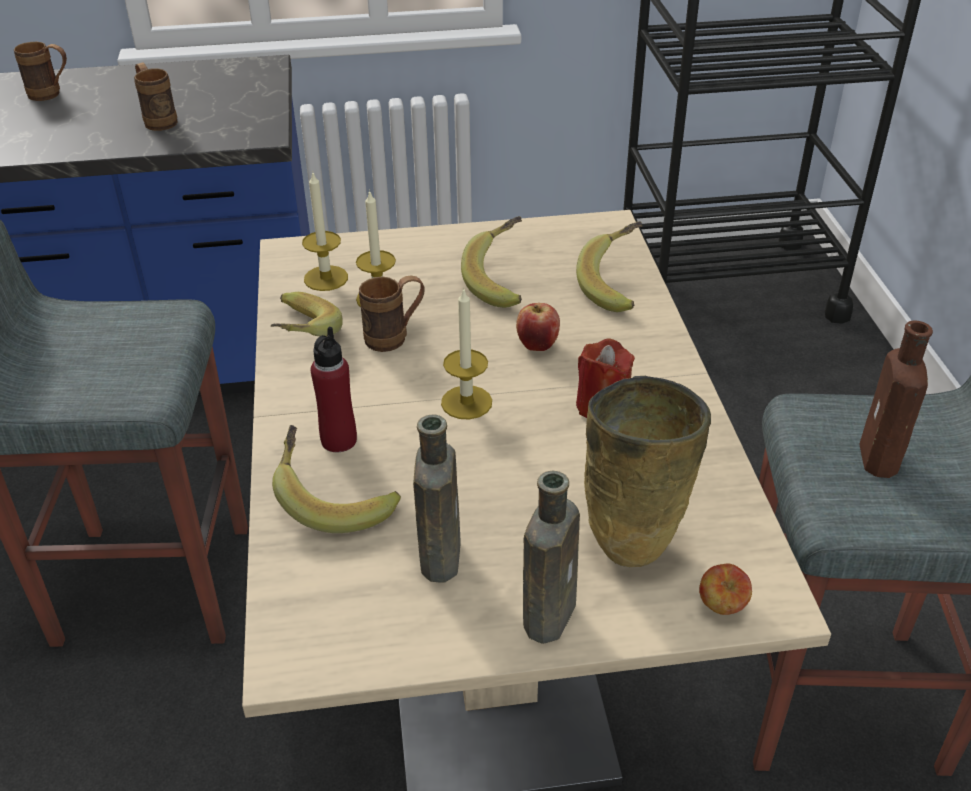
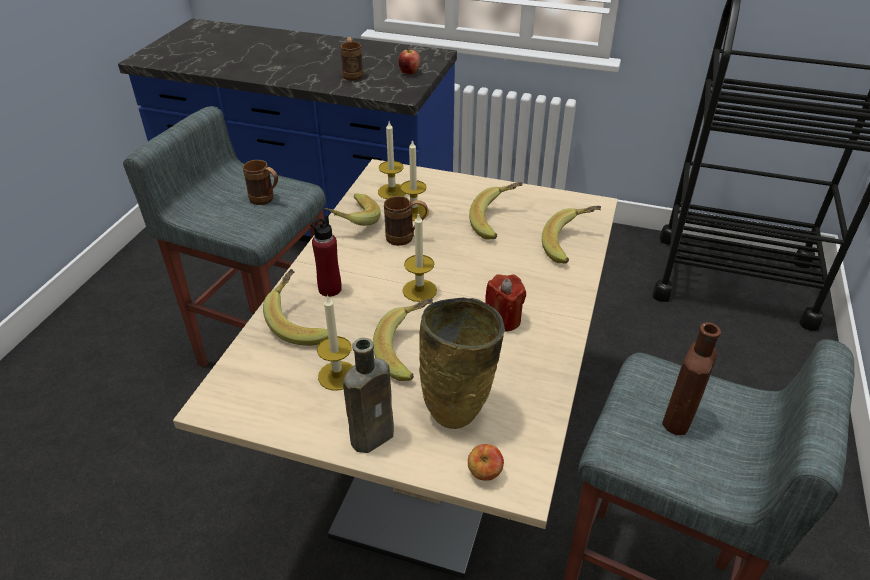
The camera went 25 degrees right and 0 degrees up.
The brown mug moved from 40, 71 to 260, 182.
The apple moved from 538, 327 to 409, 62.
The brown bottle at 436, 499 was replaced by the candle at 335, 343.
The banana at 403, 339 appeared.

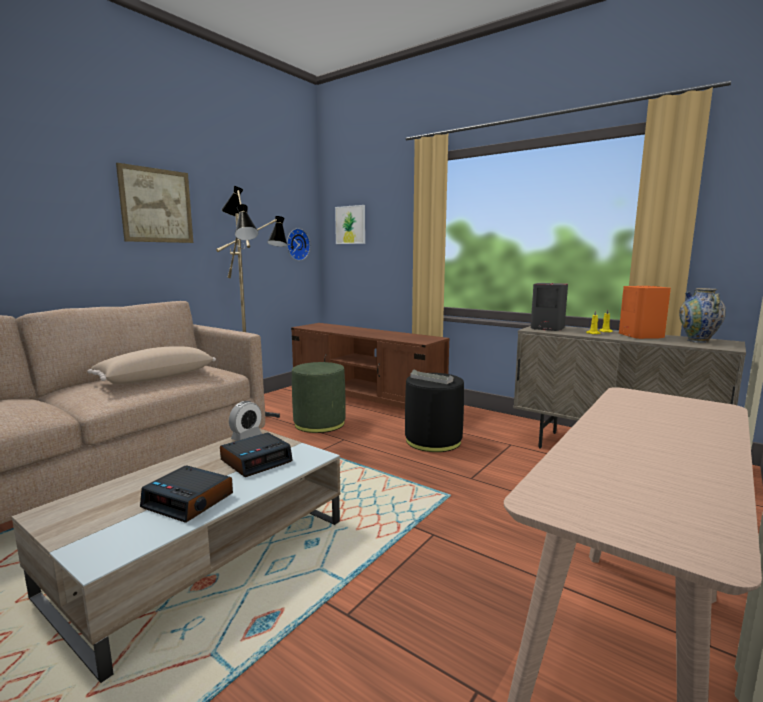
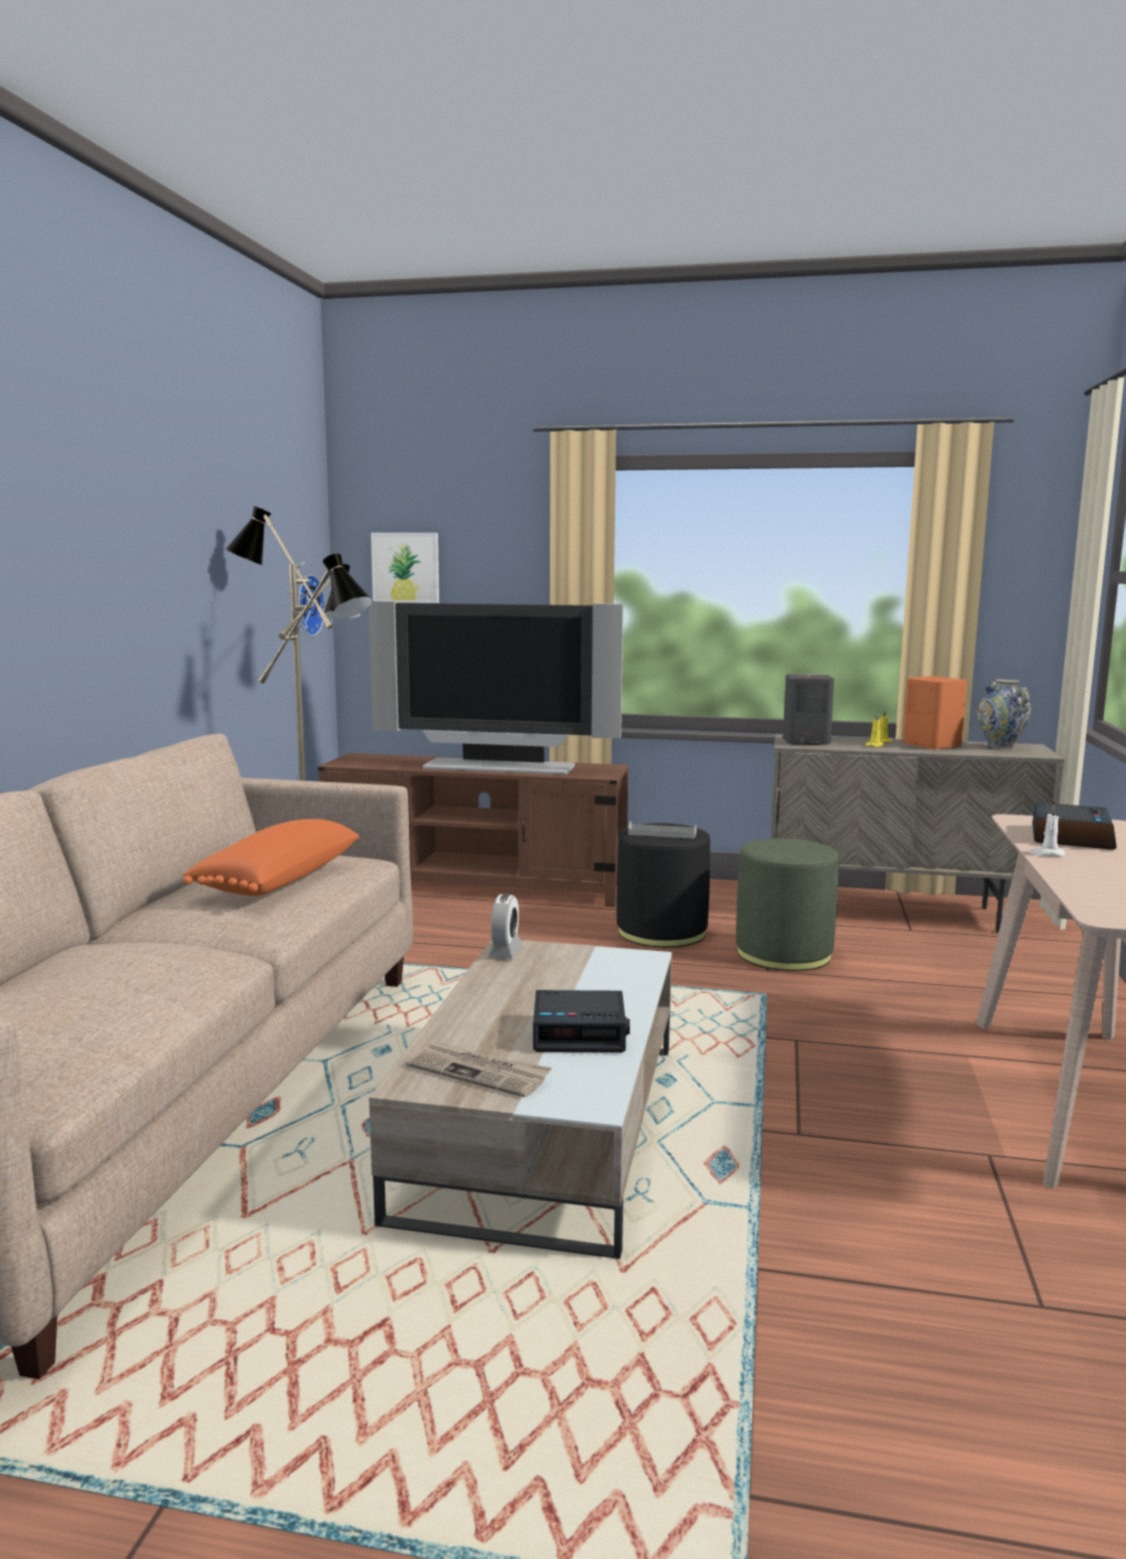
The camera went 25 degrees left and 0 degrees up.
The picture at 154, 203 disappeared.
The beige pillow at 151, 365 became the orange pillow at 270, 857.
The green ottoman moved from 319, 397 to 787, 904.
The alarm clock moved from 256, 454 to 1075, 826.
The television at 496, 688 appeared.
The white candle at 1048, 830 appeared.
The newspaper at 478, 1070 appeared.

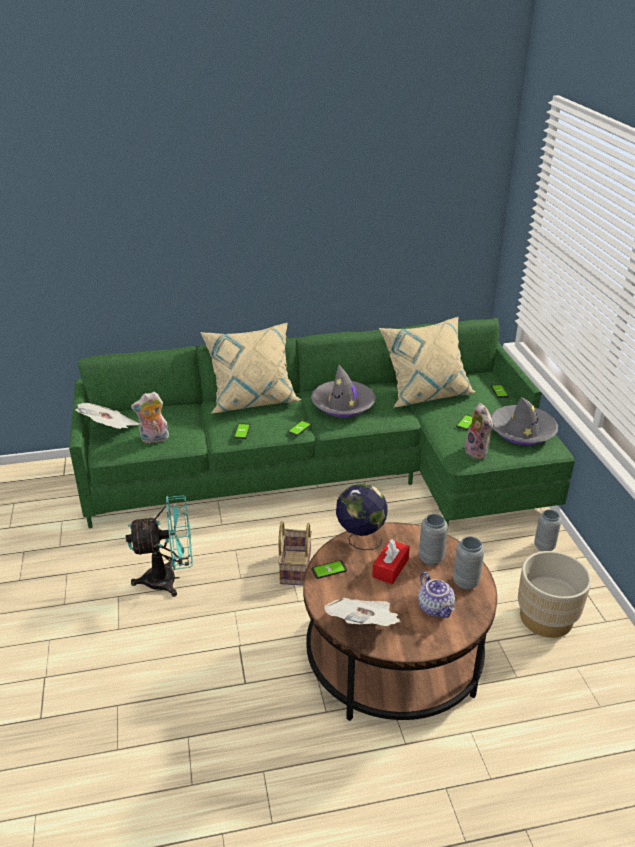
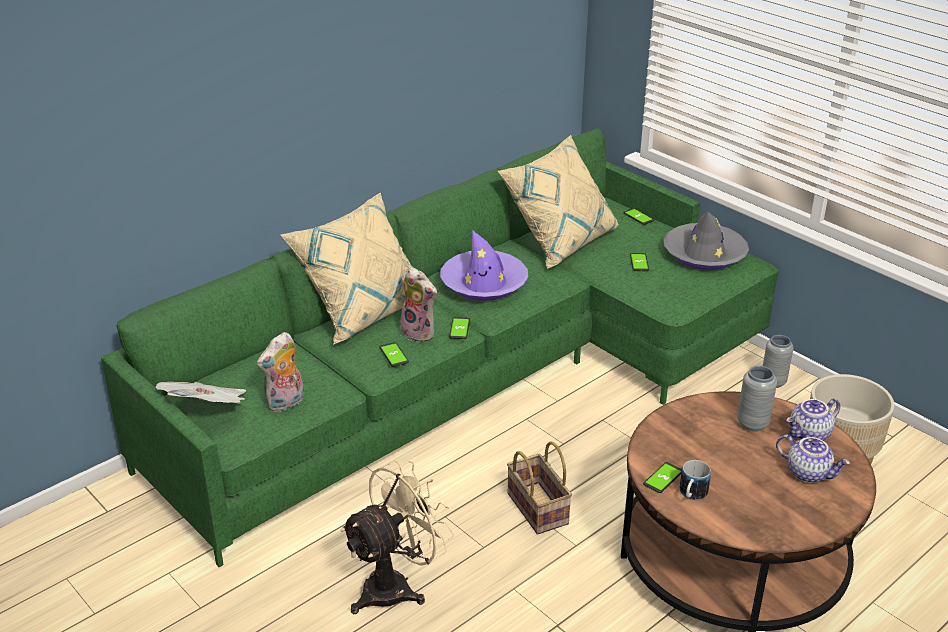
The camera went 30 degrees left and 0 degrees up.
The grey hat at 343, 391 became the purple hat at 484, 265.
The plush toy moved from 479, 431 to 417, 305.
The globe at 362, 516 disappeared.
The turquoise fan at 159, 546 became the beige fan at 397, 537.
The grey vase at 468, 563 was replaced by the teapot at 813, 419.
The red tissue box at 391, 561 disappeared.
The newspaper at 362, 612 disappeared.
The mug at 695, 480 appeared.

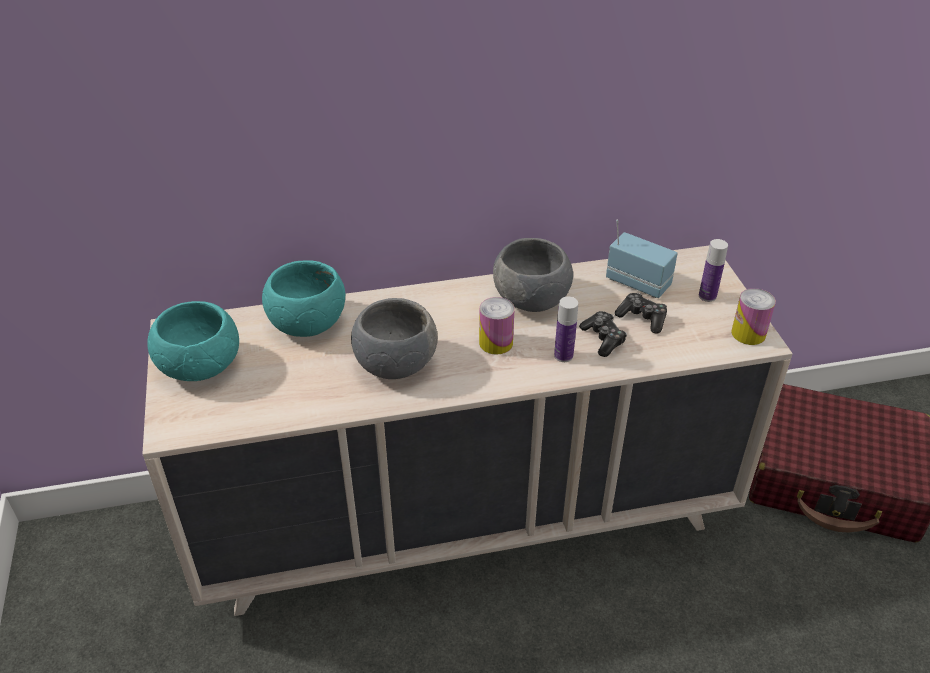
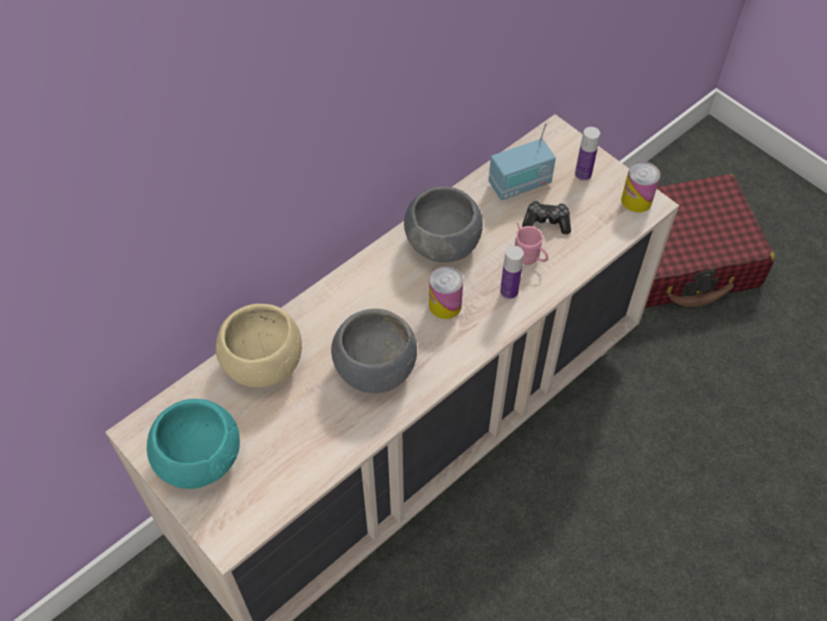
The camera went 30 degrees left and 15 degrees up.
The radio at 642, 259 turned 150 degrees clockwise.
The turquoise bowl at 304, 298 became the beige bowl at 259, 346.
The game controller at 603, 334 was replaced by the pink mug at 531, 244.

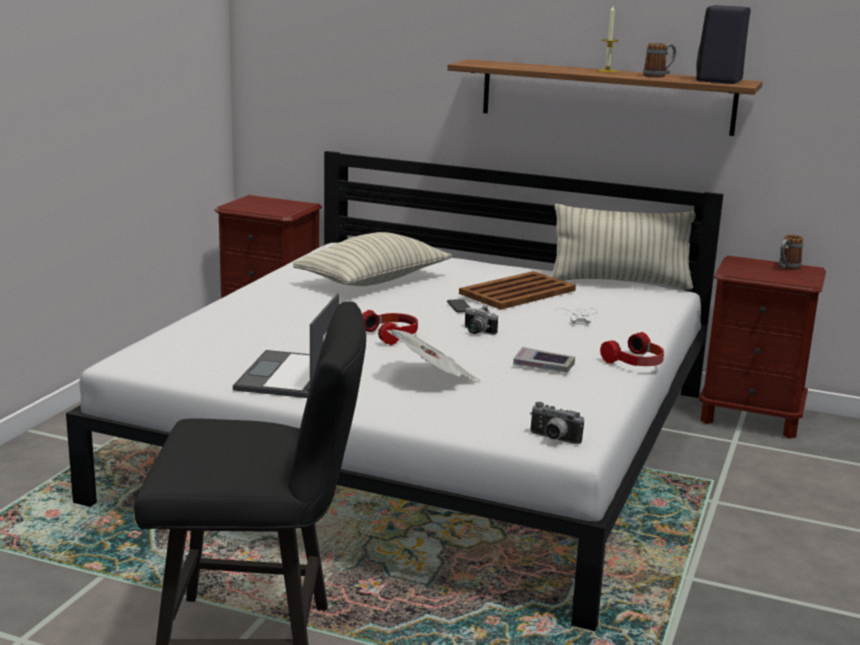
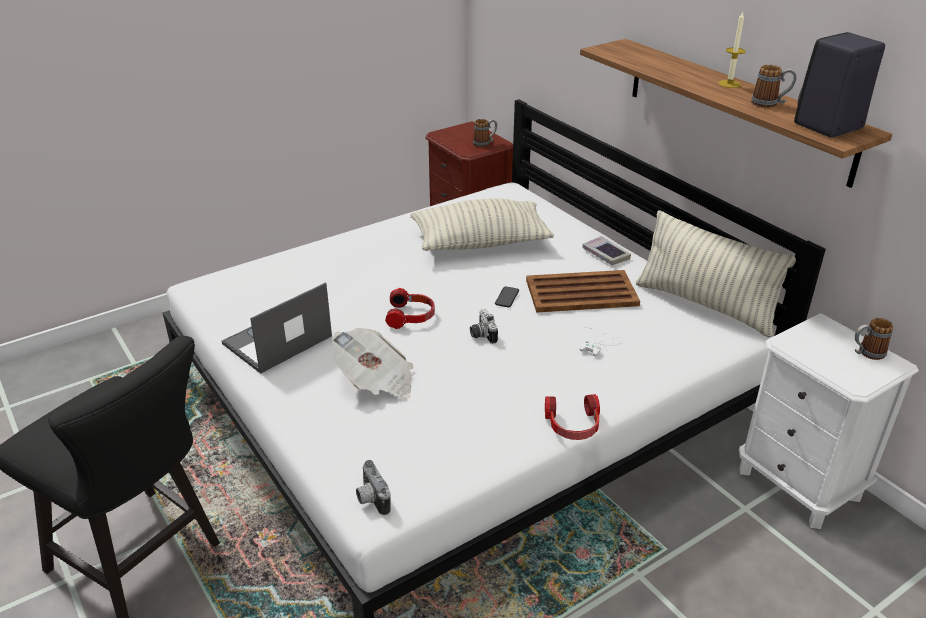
The camera went 35 degrees right and 15 degrees up.
The brown nightstand at 762, 347 became the white nightstand at 829, 421.
The book moved from 544, 360 to 606, 250.
The mug at 485, 133 appeared.

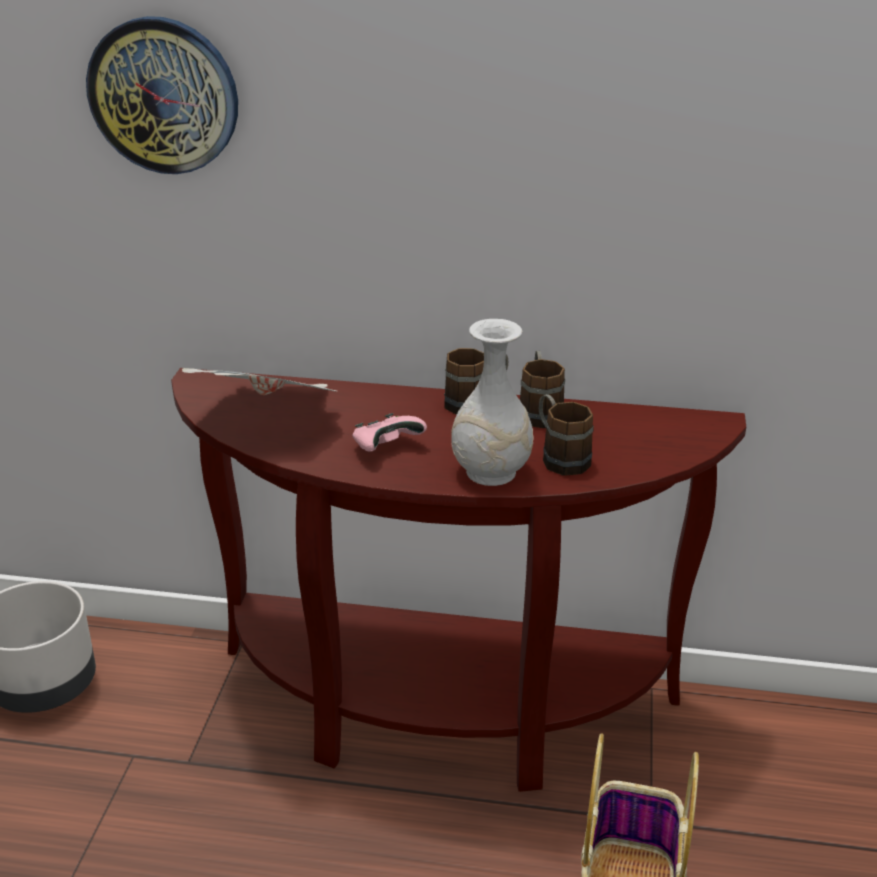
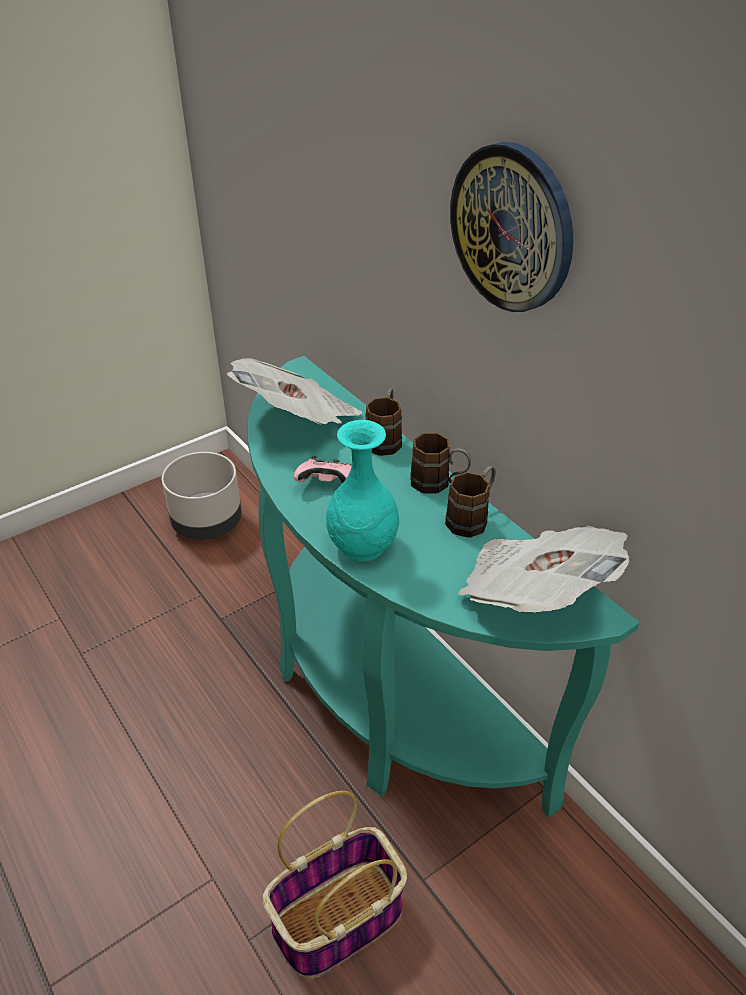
The camera went 45 degrees right and 10 degrees up.
The wall clock moved from 162, 95 to 512, 227.
The white vase at 492, 402 became the turquoise vase at 362, 490.
The brown console table at 458, 580 became the turquoise console table at 443, 586.
The brown mug moved from 566, 435 to 383, 422.
The newspaper at 543, 569 appeared.

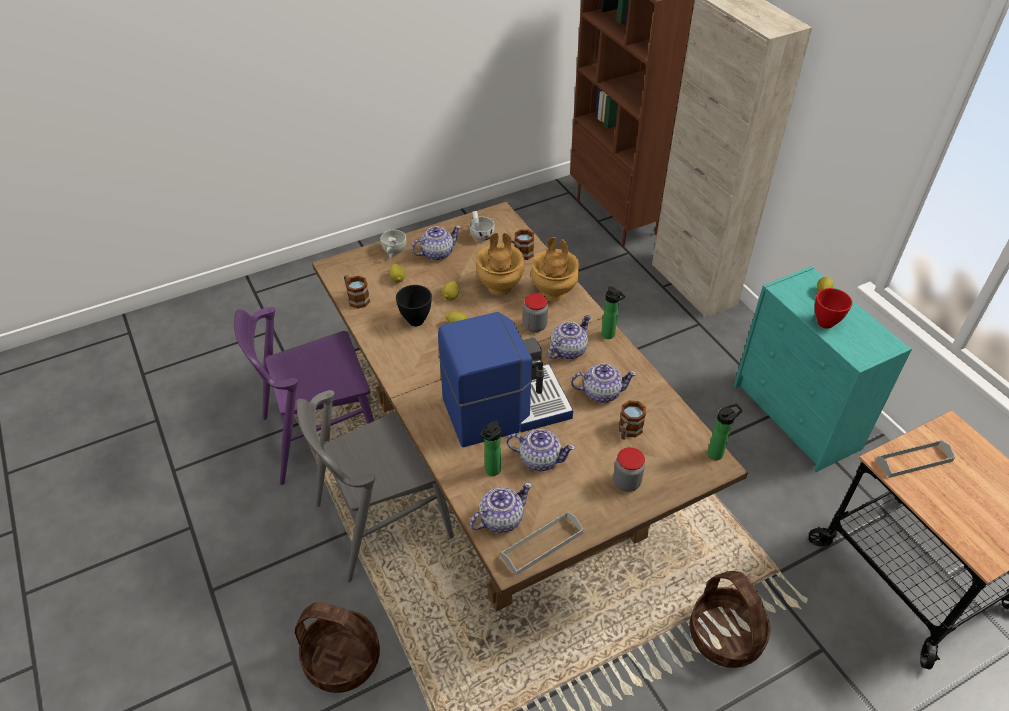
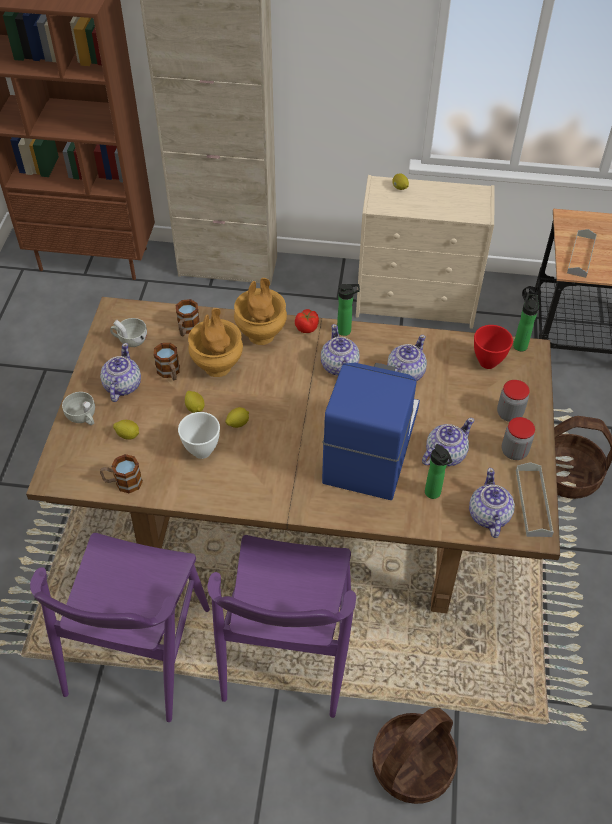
The camera went 55 degrees left and 5 degrees up.
The turquoise dresser at 823, 369 became the beige dresser at 425, 252.
The black bowl at 414, 305 became the white bowl at 199, 435.
The red bowl moved from 833, 308 to 493, 347.
The jar moved from 535, 312 to 518, 438.
The grey chair at 375, 486 became the purple chair at 281, 626.
The mug moved from 632, 420 to 167, 361.
The tomato at 307, 321 appeared.

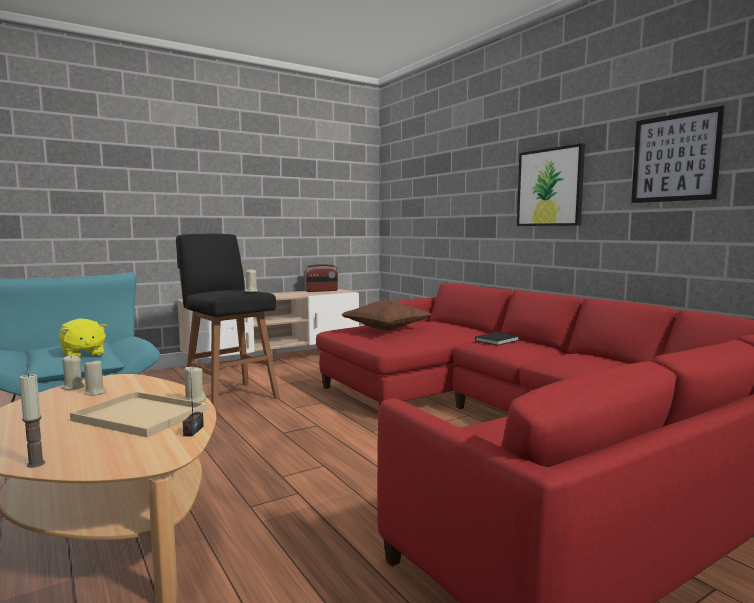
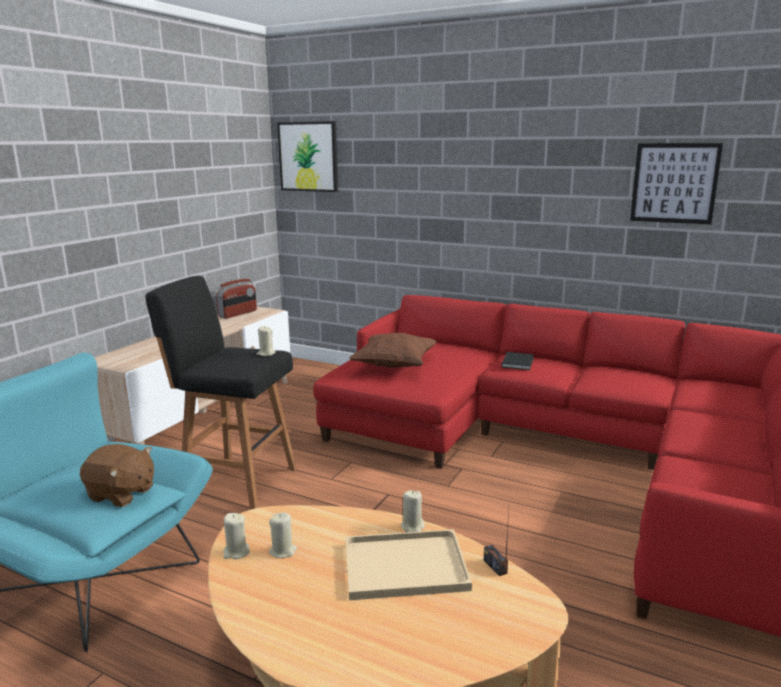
The camera went 30 degrees left and 10 degrees up.
The picture moved from 551, 184 to 307, 156.
The yellow plush toy at 83, 338 became the brown plush toy at 117, 475.
The candle at 32, 420 disappeared.

